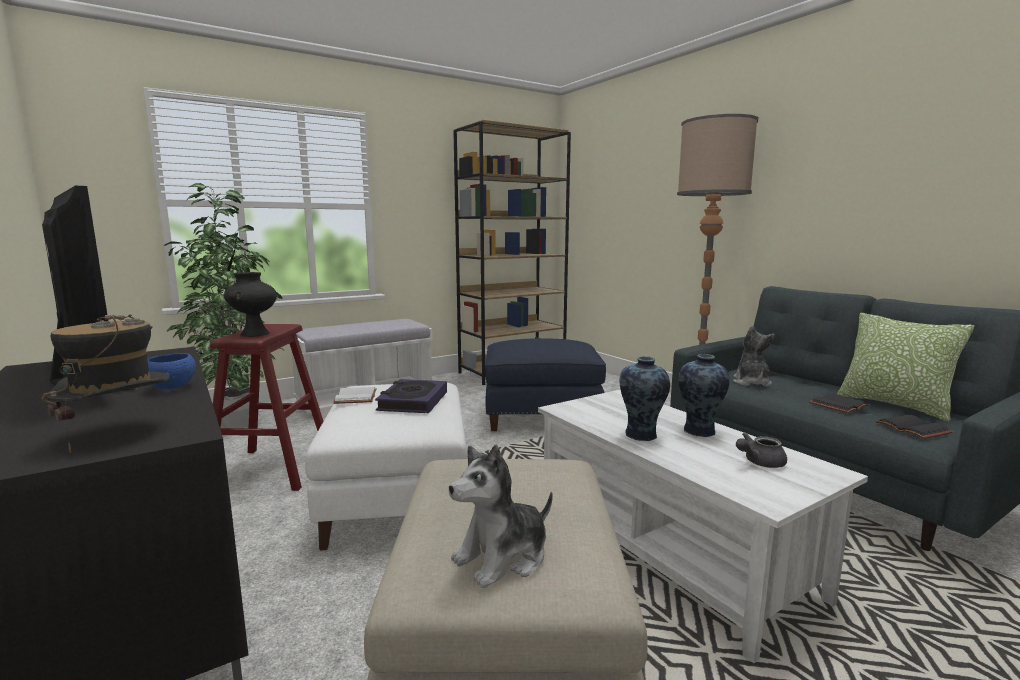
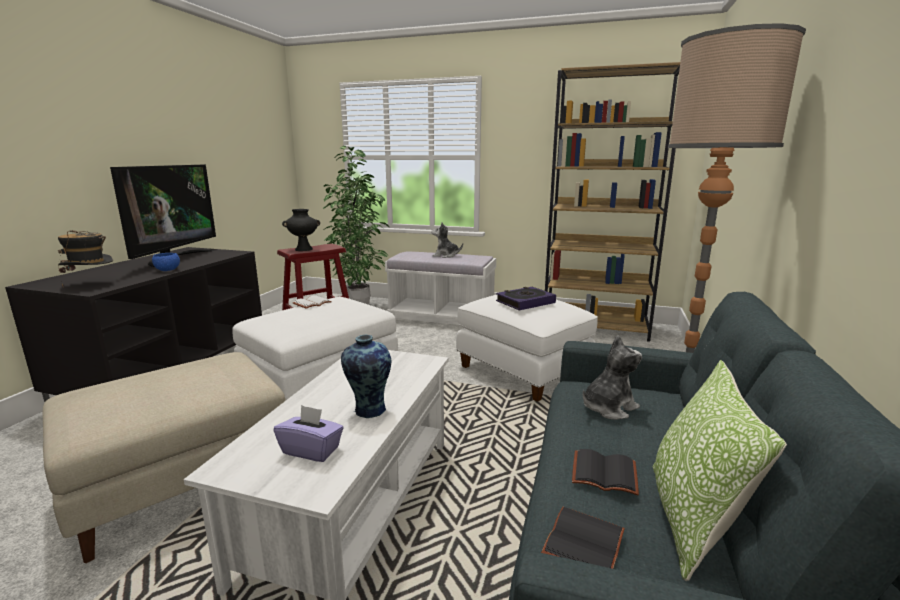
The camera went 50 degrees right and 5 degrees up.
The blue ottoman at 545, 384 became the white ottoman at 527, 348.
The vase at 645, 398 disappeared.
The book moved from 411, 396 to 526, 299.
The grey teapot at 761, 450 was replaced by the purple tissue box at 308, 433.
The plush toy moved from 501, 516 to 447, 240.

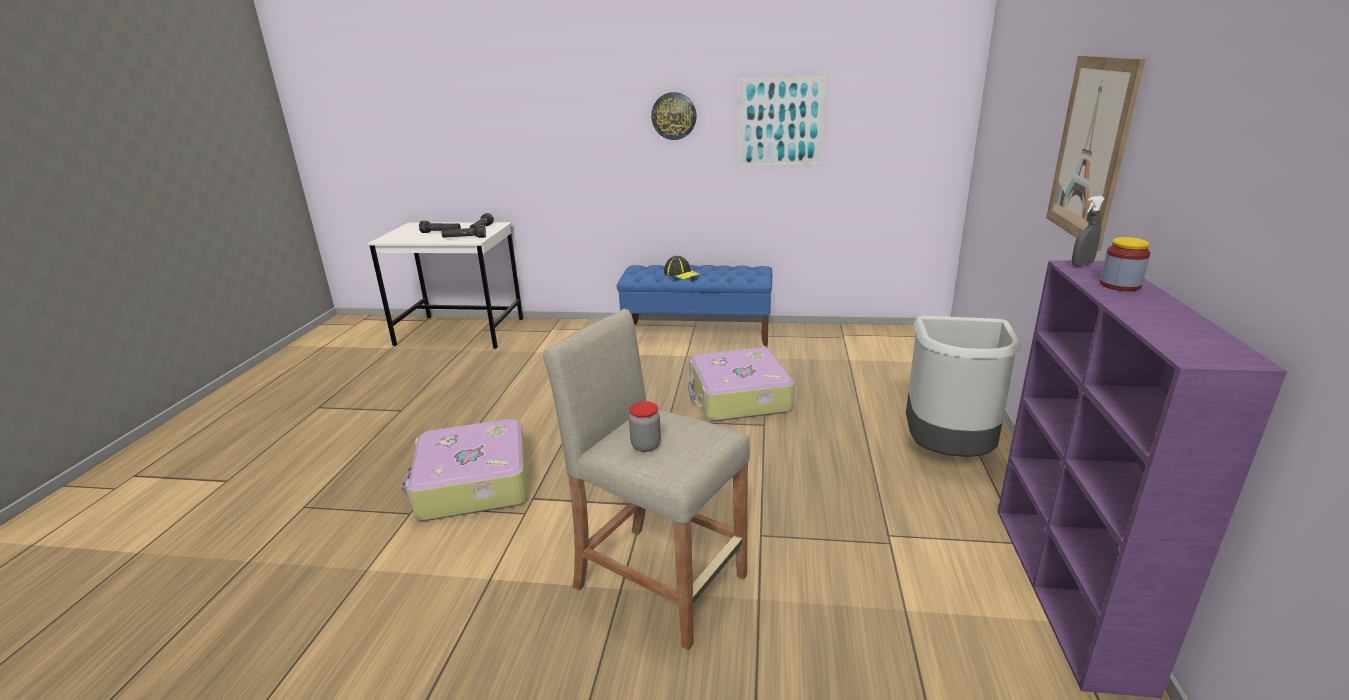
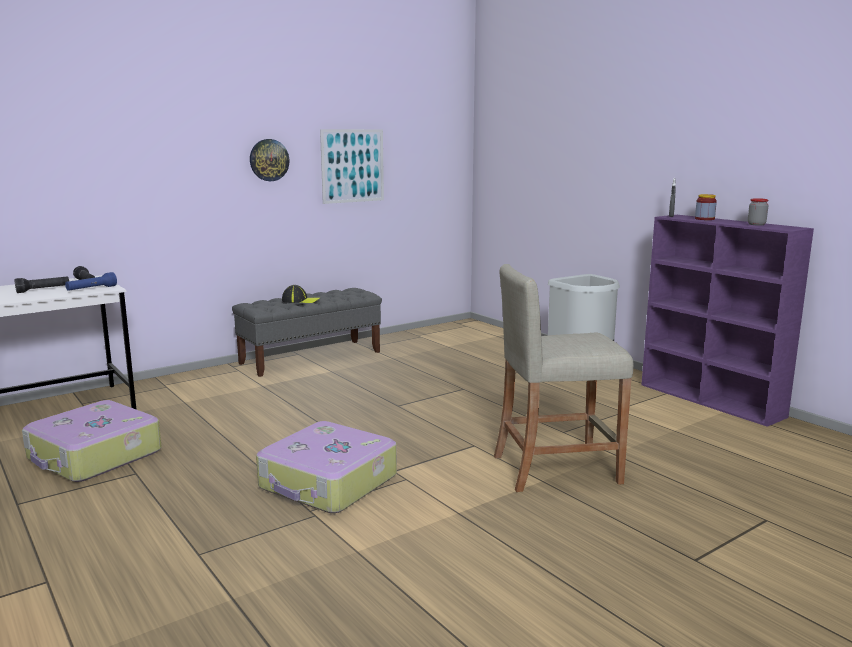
The camera went 45 degrees left and 10 degrees down.
The picture at 1095, 153 disappeared.
The black flashlight at 463, 231 became the blue flashlight at 91, 281.
The blue bench at 694, 305 became the grey bench at 307, 332.
The suitcase moved from 741, 384 to 92, 441.
The jar moved from 645, 426 to 758, 212.

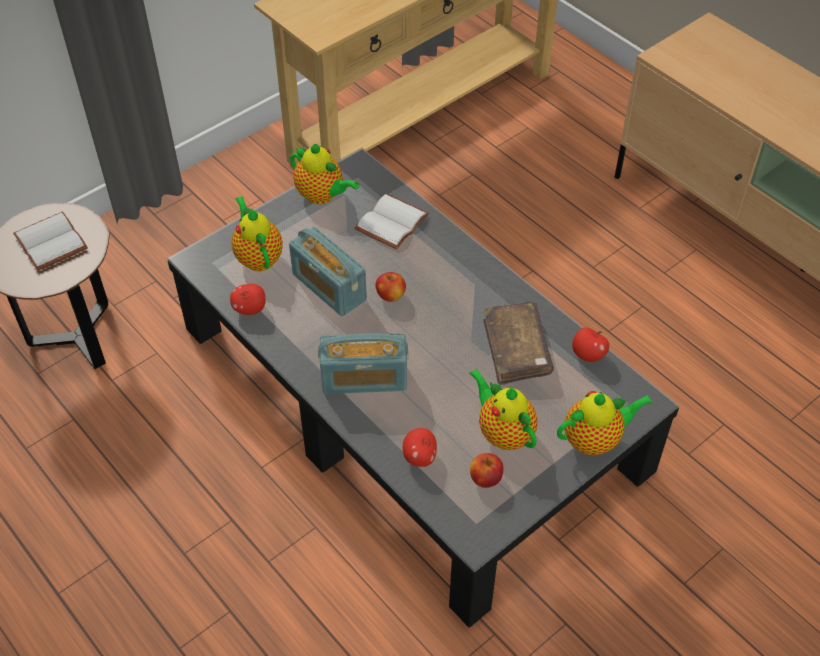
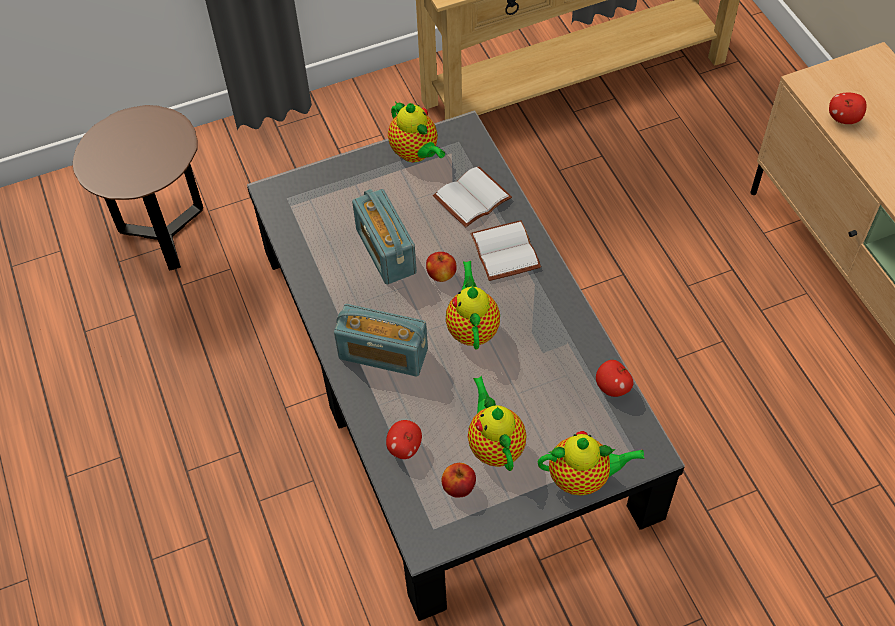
The camera went 20 degrees right and 5 degrees up.
The teapot moved from 257, 233 to 473, 305.
The white book moved from 50, 241 to 505, 250.
The apple moved from 248, 299 to 847, 108.
The brown book at 518, 343 disappeared.

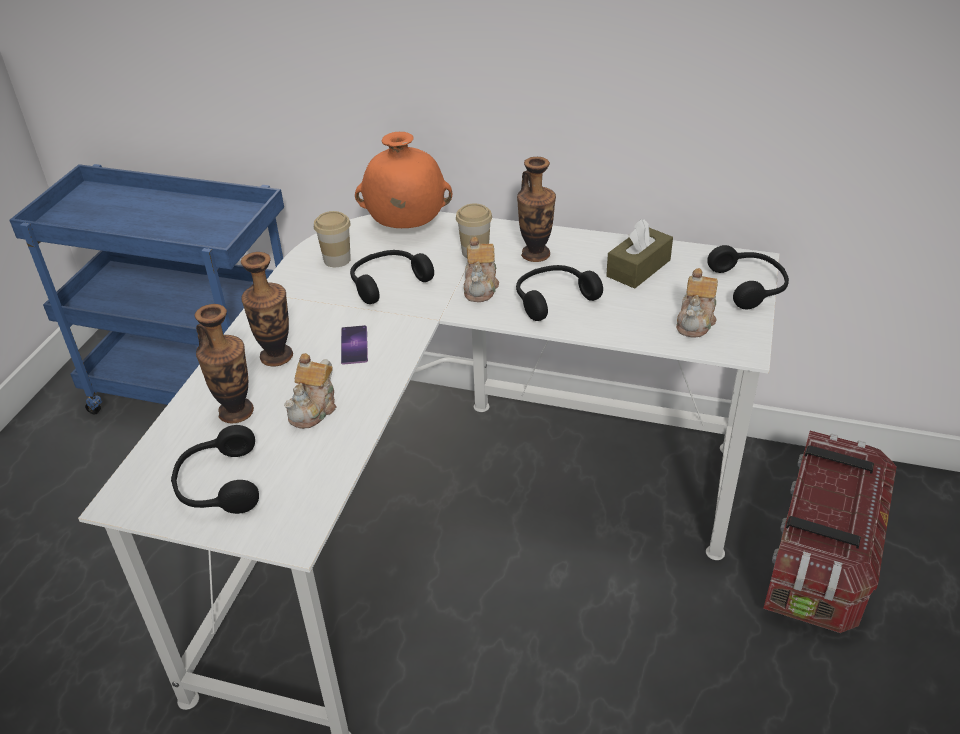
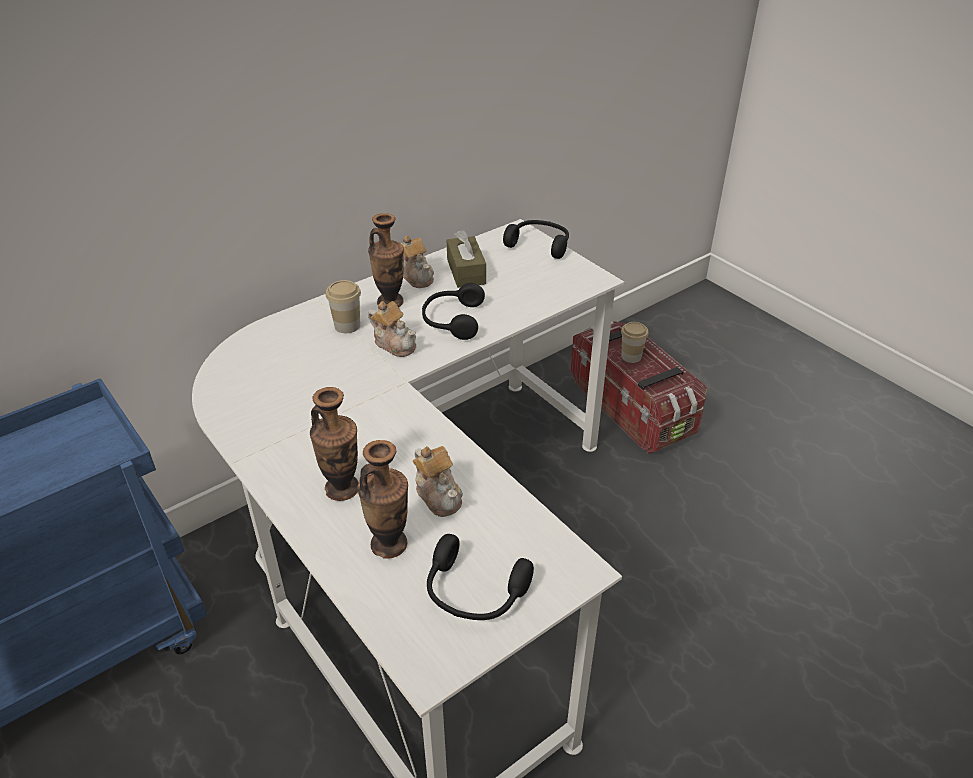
The camera went 55 degrees left and 0 degrees up.
The orange vase at 403, 180 disappeared.
The cup moved from 332, 239 to 634, 342.
The black headphones at 392, 277 disappeared.
The teapot moved from 697, 303 to 417, 261.
The phone at 354, 345 disappeared.

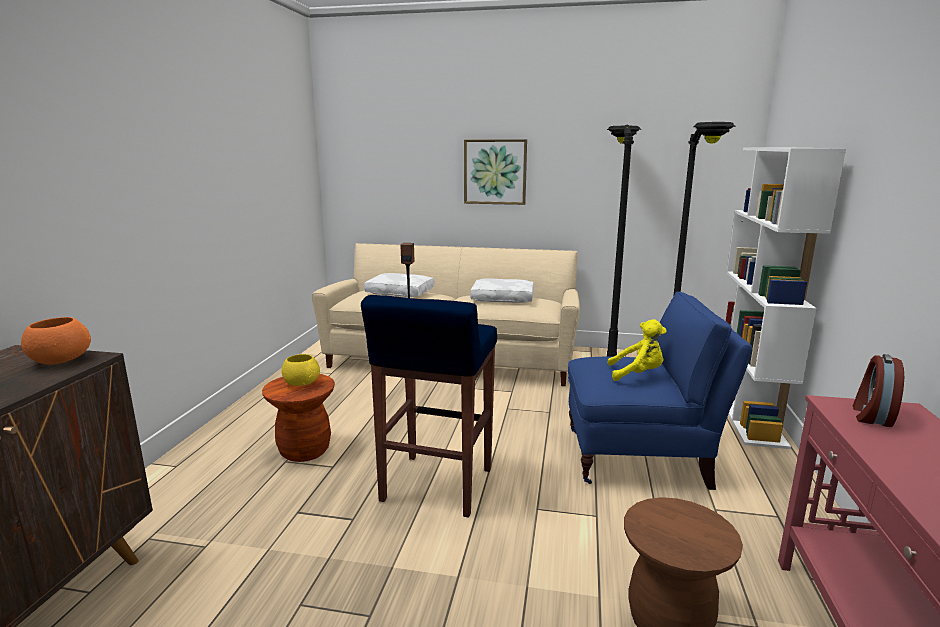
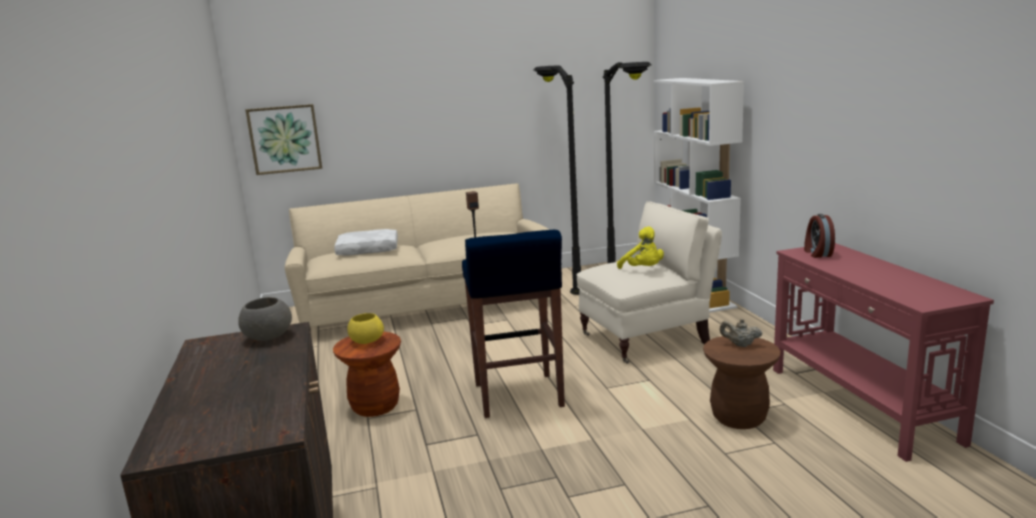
The camera went 25 degrees left and 0 degrees up.
The picture moved from 495, 172 to 283, 139.
The white pillow at 502, 291 disappeared.
The blue armchair at 660, 390 became the beige armchair at 649, 282.
The orange bowl at 56, 341 became the grey bowl at 265, 319.
The yellow plush toy at 637, 350 turned 75 degrees clockwise.
The beige teapot at 741, 333 appeared.

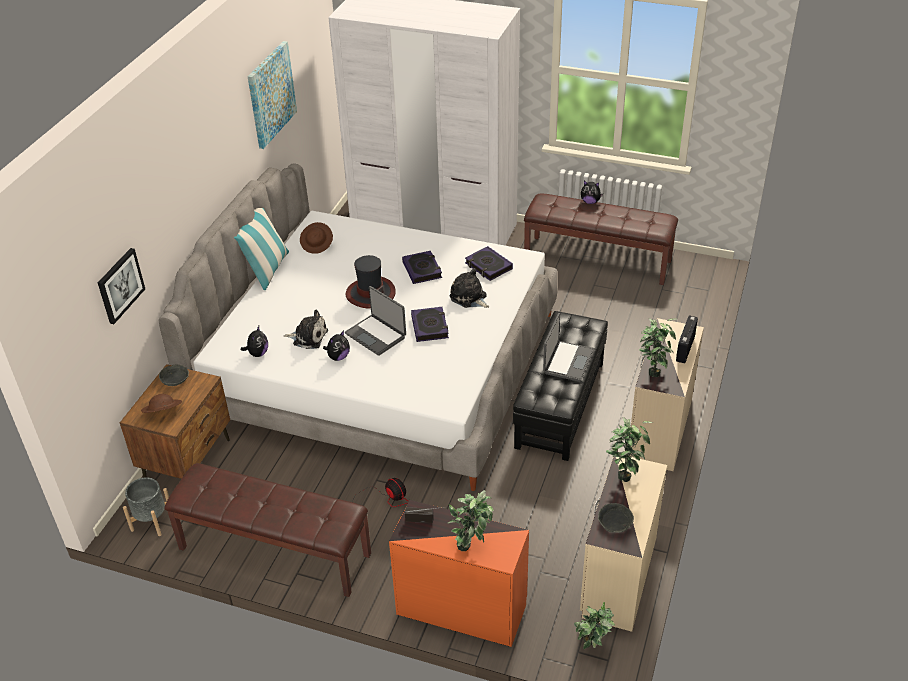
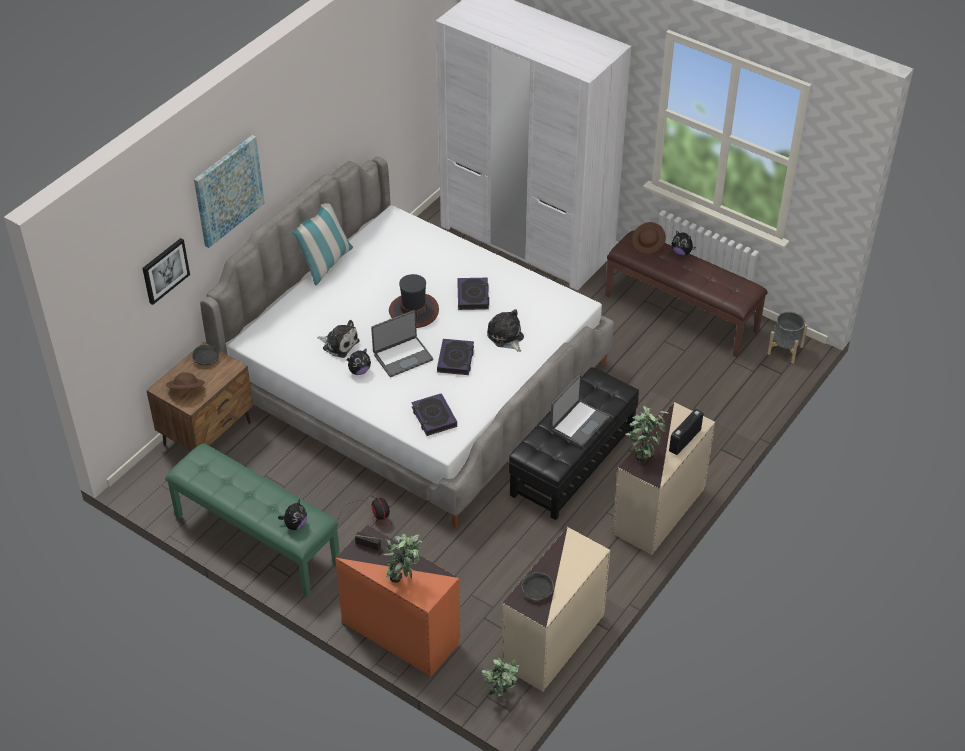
The camera went 15 degrees right and 5 degrees up.
The picture moved from 272, 95 to 229, 191.
The brown hat moved from 316, 238 to 649, 238.
The book moved from 489, 263 to 434, 414.
The laptop at 375, 321 turned 90 degrees counterclockwise.
The plush toy moved from 254, 341 to 292, 514.
The potted plant at 629, 449 disappeared.
The brown bench at 267, 530 became the green bench at 252, 520.
The grey planter moved from 146, 506 to 787, 337.

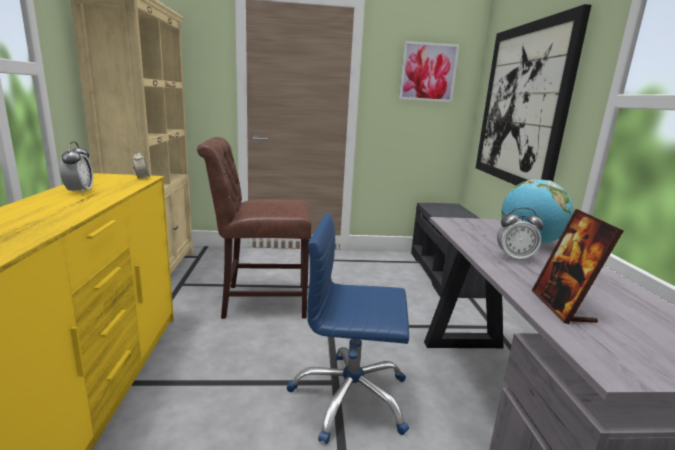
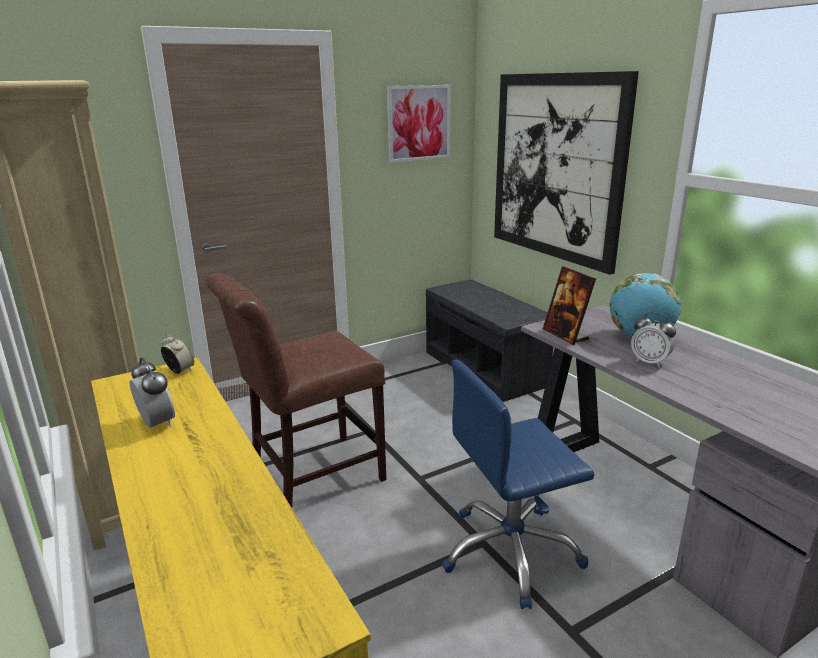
The camera went 25 degrees left and 5 degrees up.
The alarm clock at 520, 234 turned 60 degrees clockwise.
The picture frame moved from 577, 266 to 569, 305.

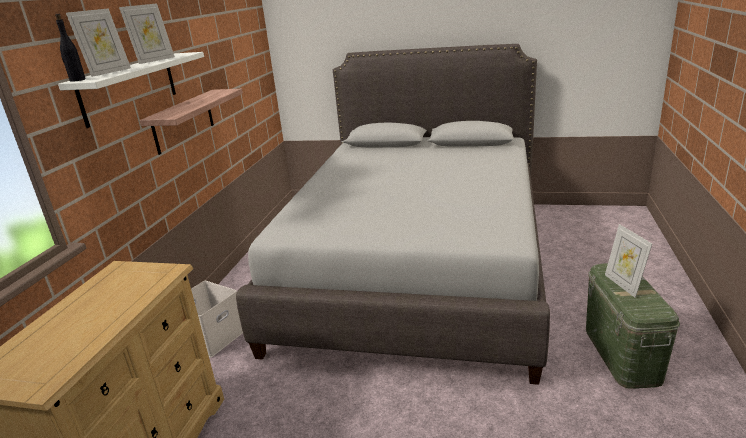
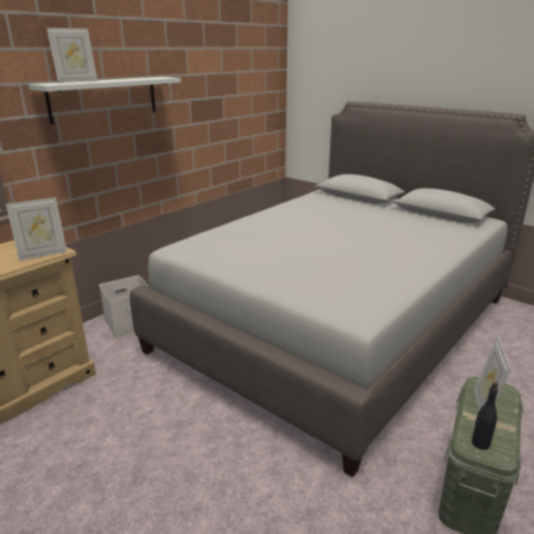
The camera went 25 degrees right and 0 degrees up.
The picture frame moved from 147, 33 to 36, 229.
The black bottle moved from 70, 48 to 485, 415.
The shelf at 191, 122 disappeared.

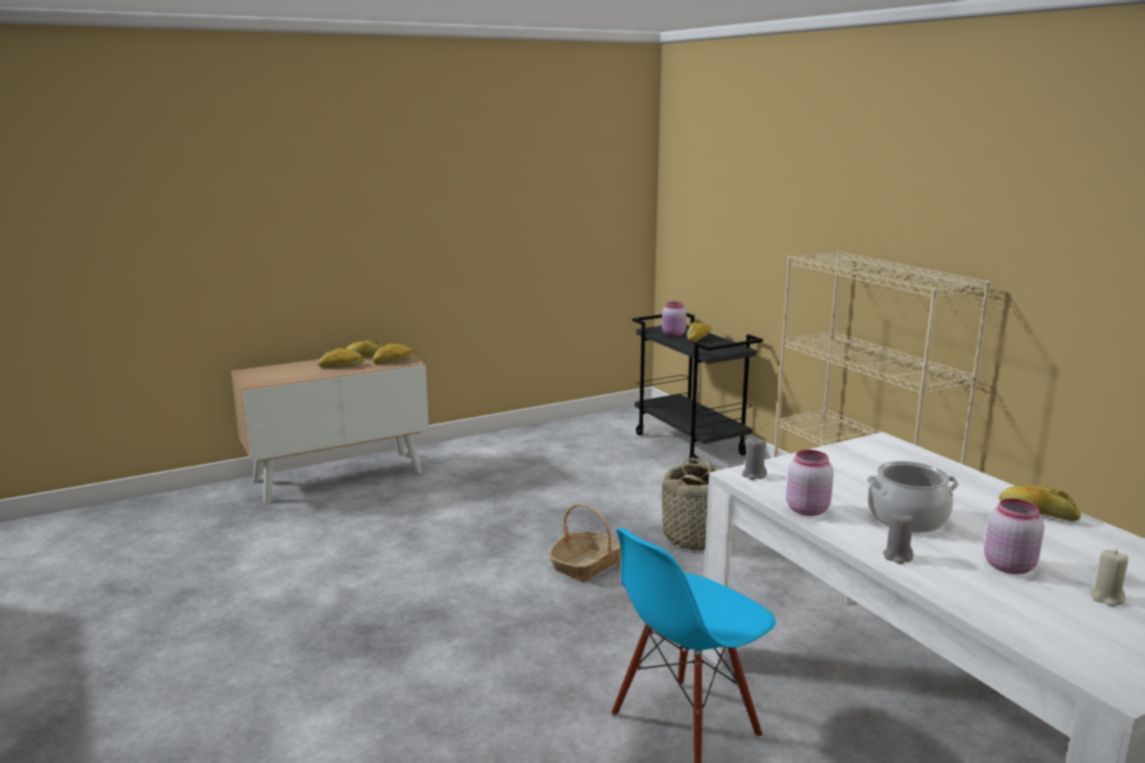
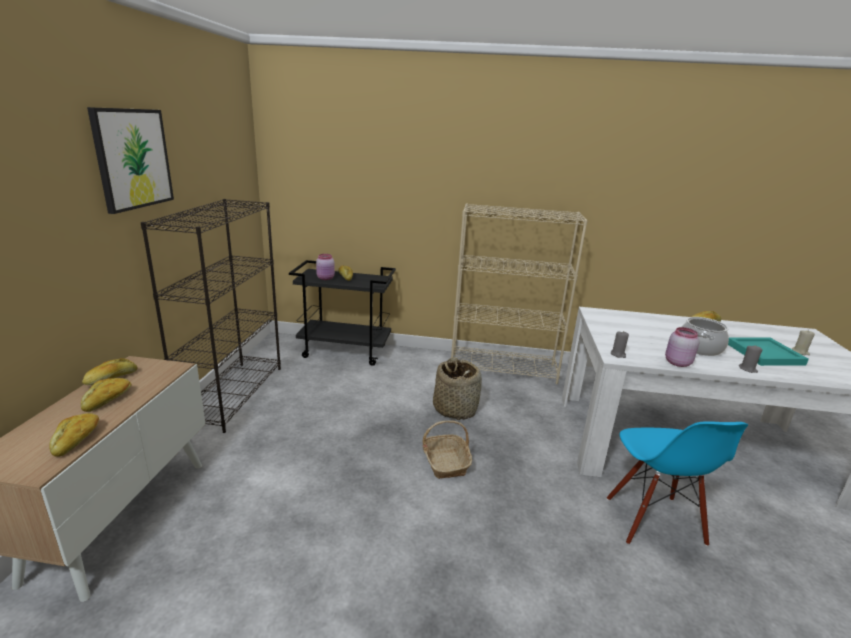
The camera went 55 degrees left and 5 degrees up.
The bread moved from 393, 353 to 74, 435.
The pink jar at 1014, 536 was replaced by the turquoise tray at 768, 351.
The picture at 130, 160 appeared.
The black bookcase at 211, 316 appeared.

